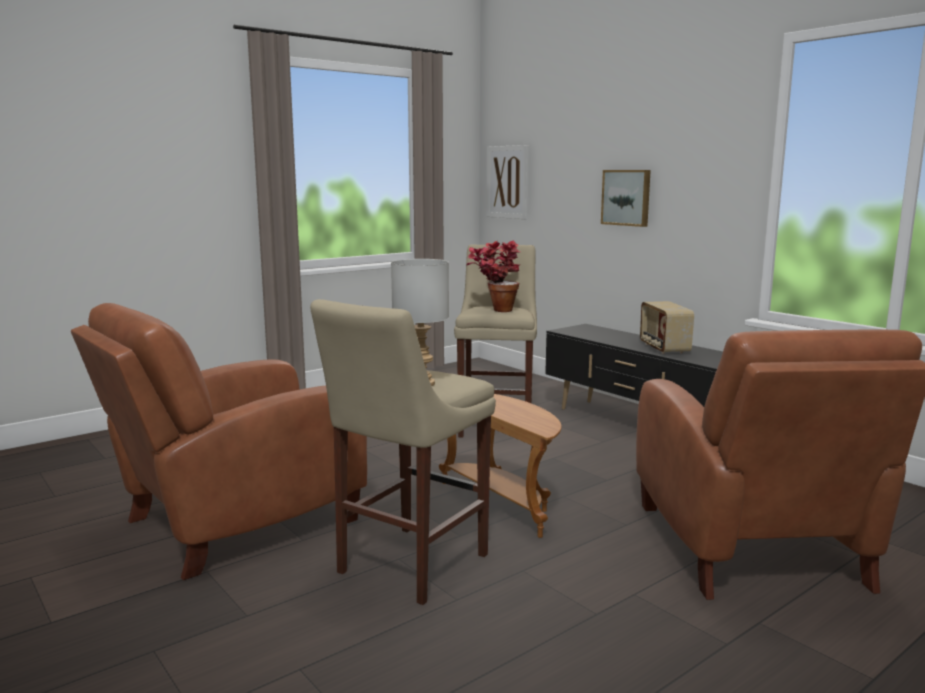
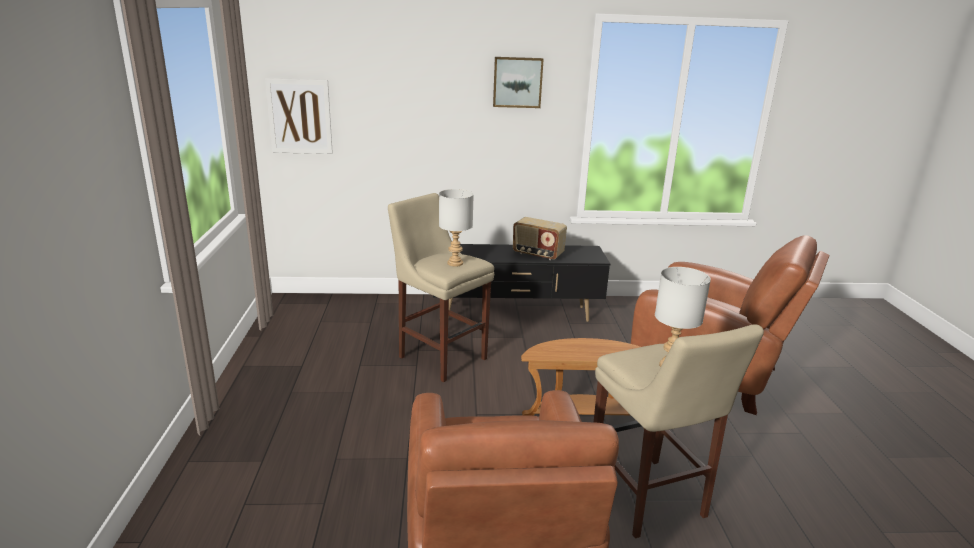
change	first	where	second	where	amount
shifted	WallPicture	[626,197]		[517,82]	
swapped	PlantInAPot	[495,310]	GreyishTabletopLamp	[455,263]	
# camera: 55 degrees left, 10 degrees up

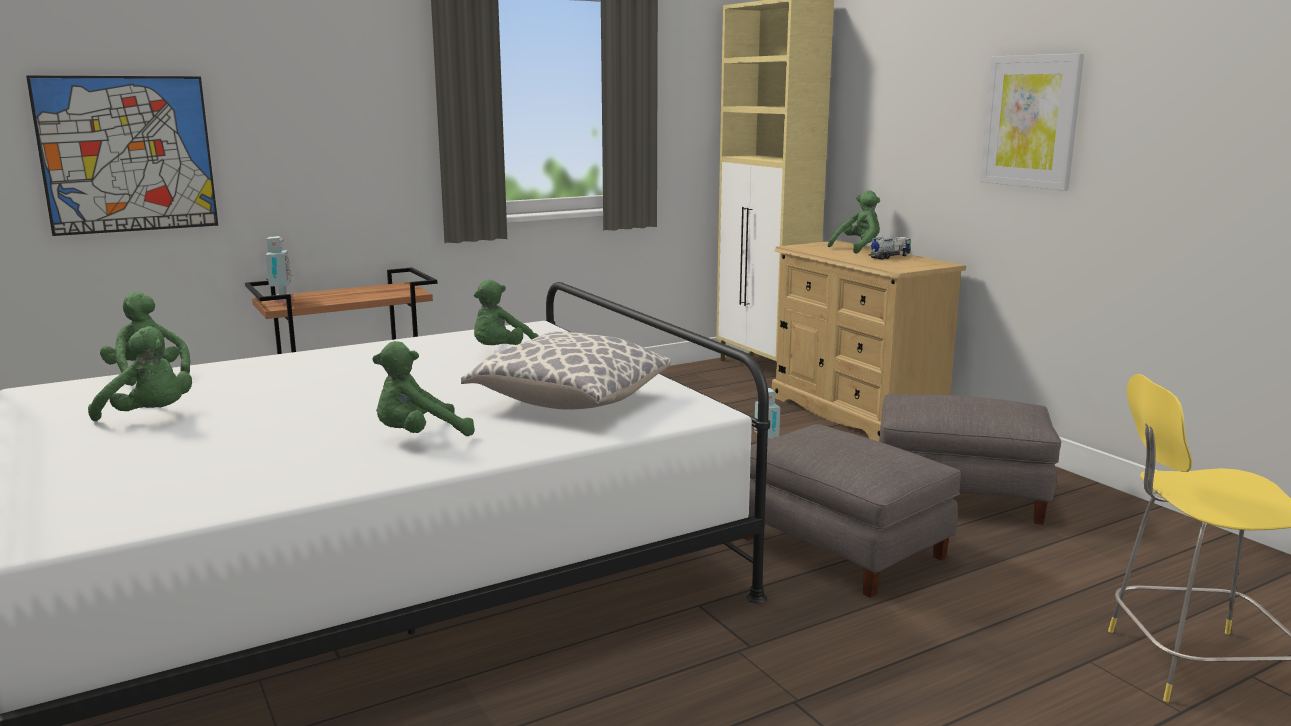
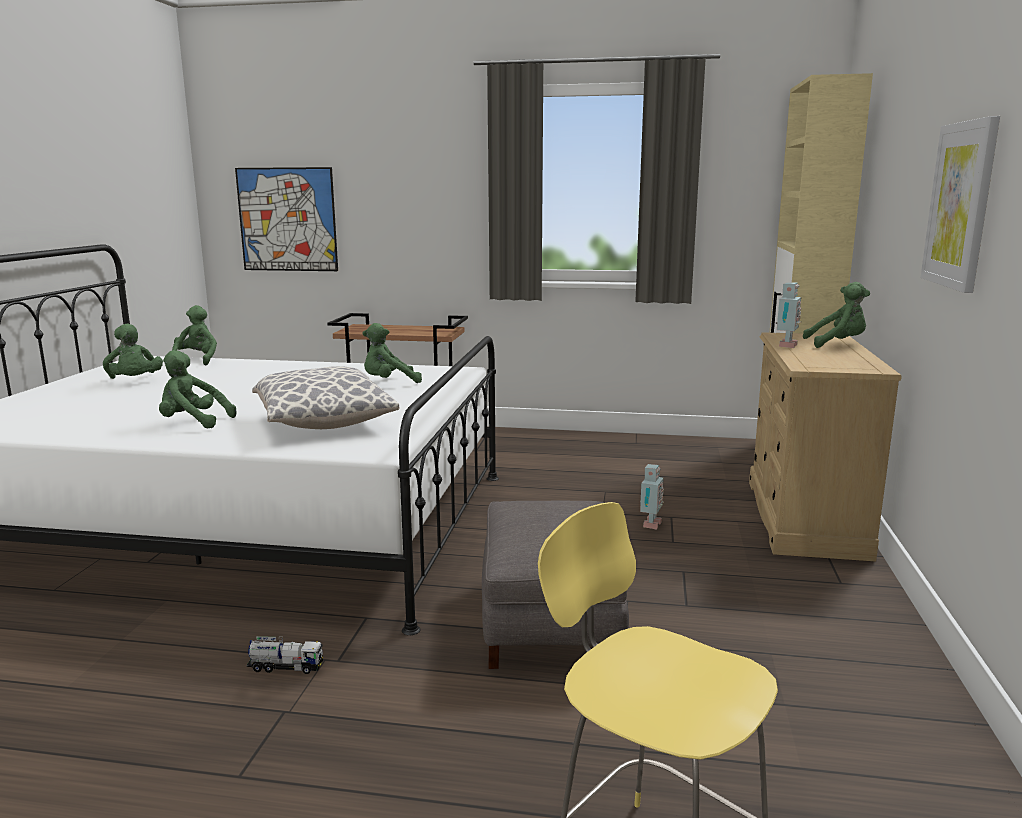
change	first	where	second	where	amount
shifted	ModelRobot	[281,301]		[785,346]	
shifted	ModelTruck	[889,257]		[286,667]	
gone	GreyishFootrest	[960,494]			
# camera: 40 degrees right, 0 degrees up

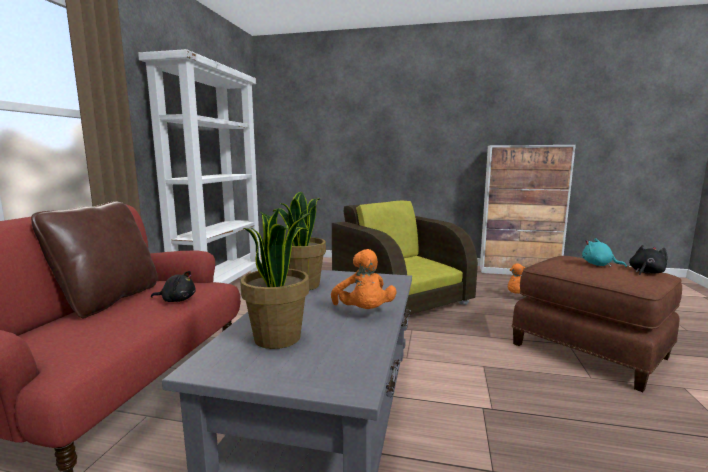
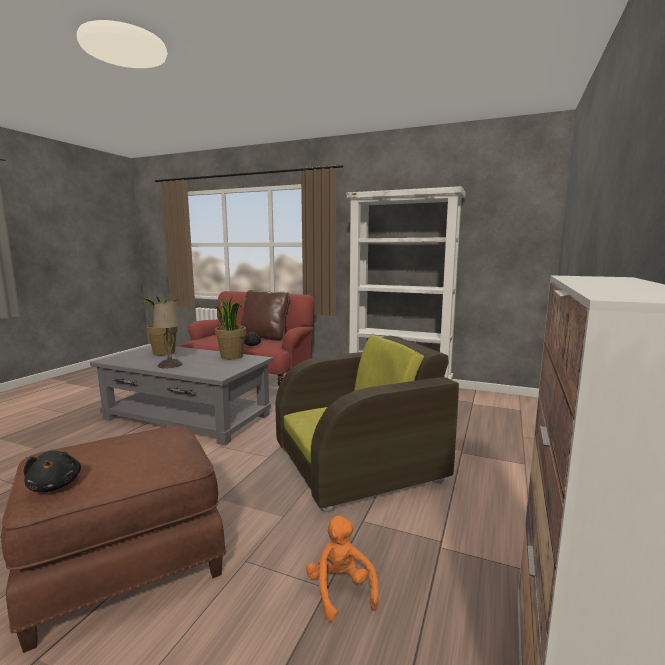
change	first	where	second	where	amount
gone	TurquoiseColouredCuddlyToy	[599,265]			
swapped	OrangeyCuddlyToy	[364,312]	BeigeColouredTabletopLamp	[169,365]	
# camera: 100 degrees right, 0 degrees up

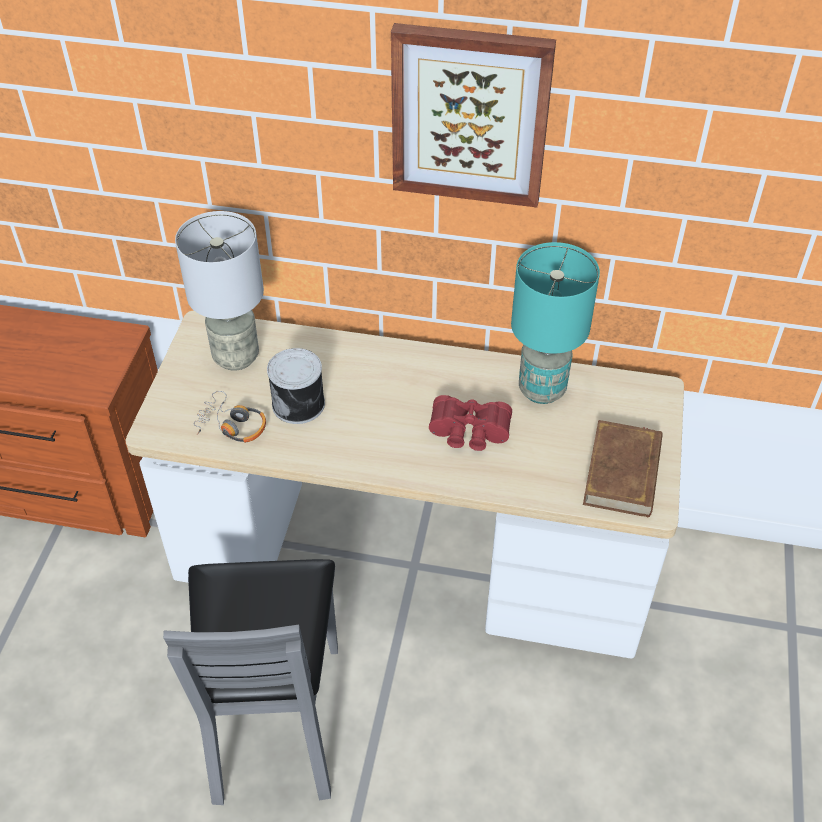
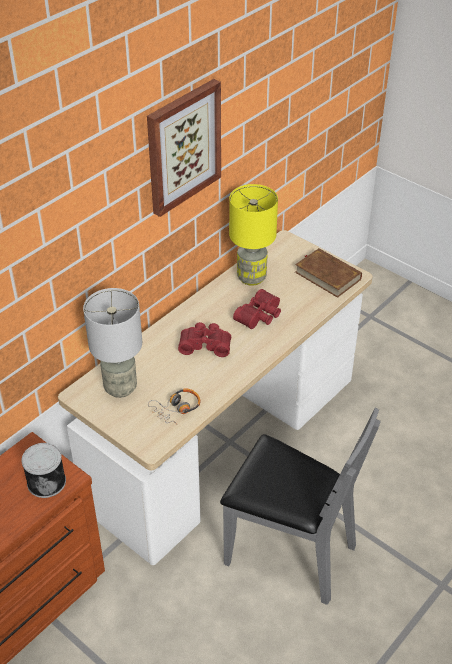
change	first	where	second	where	amount
repainted	TurquoiseColouredTabletopLamp	[543,389]	YellowColouredTabletopLamp	[251,277]	
shifted	Can	[300,403]		[46,481]	
new			RedPairOfBinoculars	[205,344]	
# camera: 60 degrees left, 5 degrees down

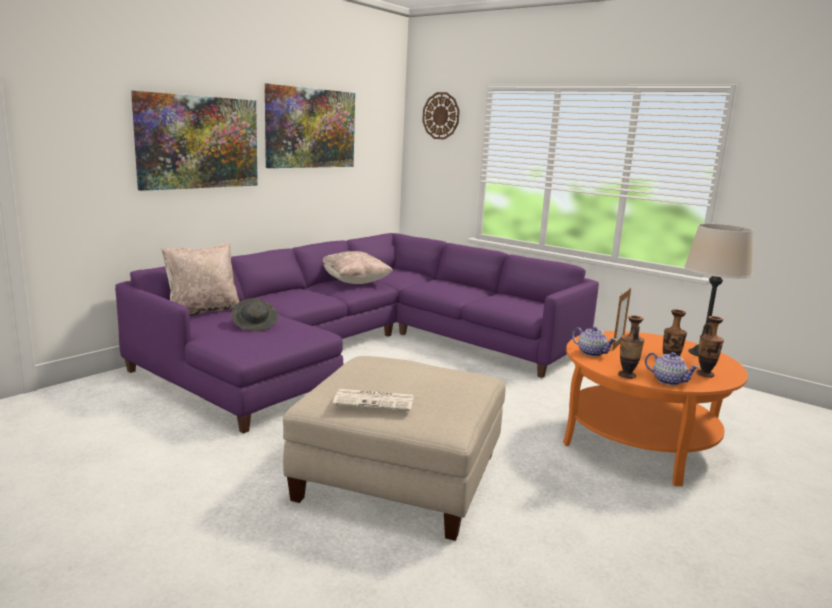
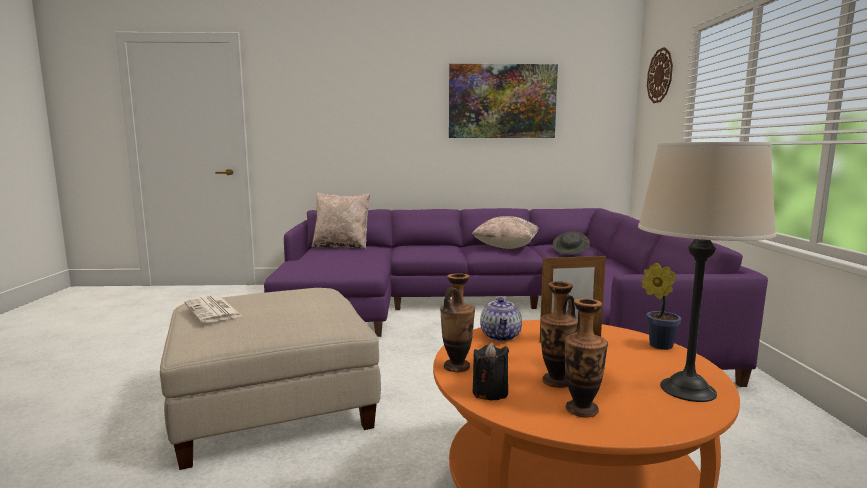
change	first	where	second	where	amount
gone	WallPicture	[198,142]			
shifted	GreyishHat	[255,325]		[570,251]	
swapped	Teapot	[669,381]	BlackColouredWaxCandle	[490,392]	
new			PlantInAPot	[657,345]	
# camera: 50 degrees right, 5 degrees down

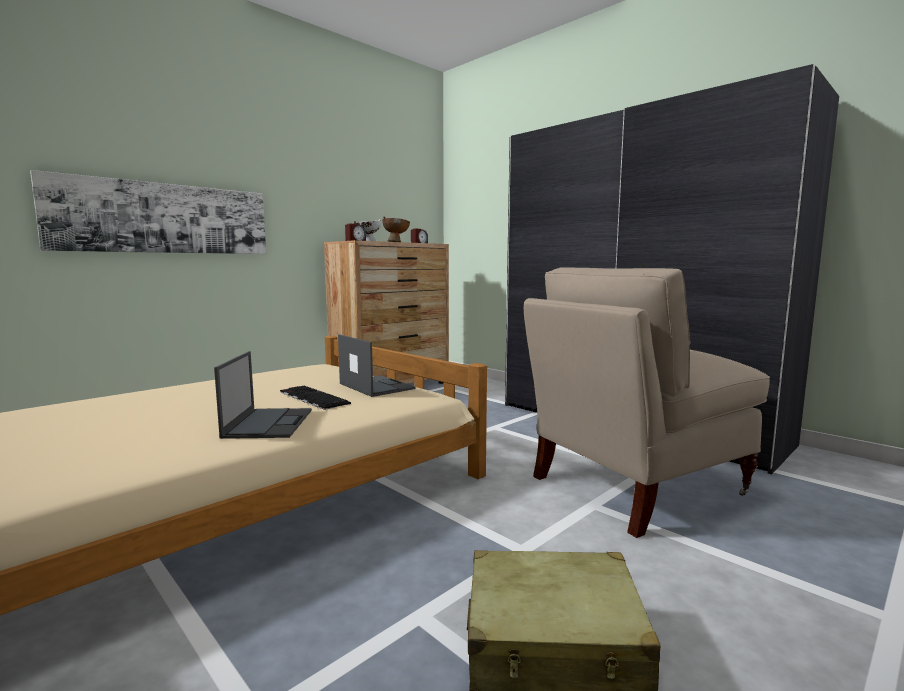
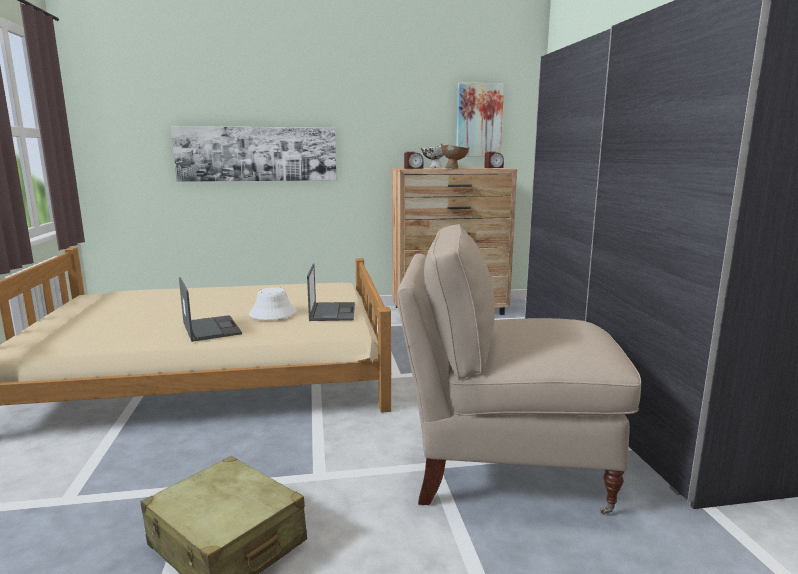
change	first	where	second	where	amount
rotated	NotebookComputer	[269,423]		[211,328]	60 degrees counterclockwise
swapped	PcKeyboard	[312,398]	WhiteColouredHat	[272,313]	
new			WallPicture	[479,120]	
# camera: 35 degrees right, 5 degrees up

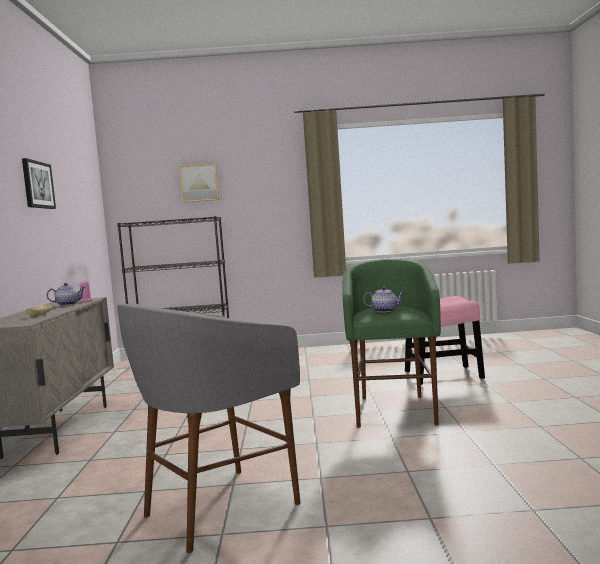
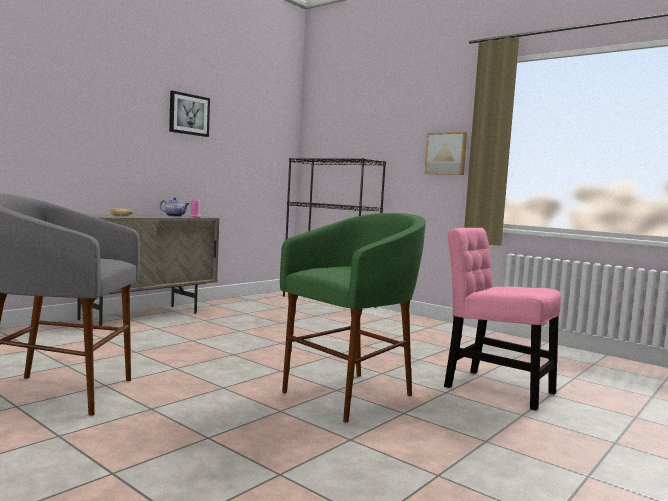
change	first	where	second	where	amount
shifted	WallPicture	[199,183]		[446,153]	
gone	Teapot	[385,311]			
# camera: 40 degrees right, 0 degrees up

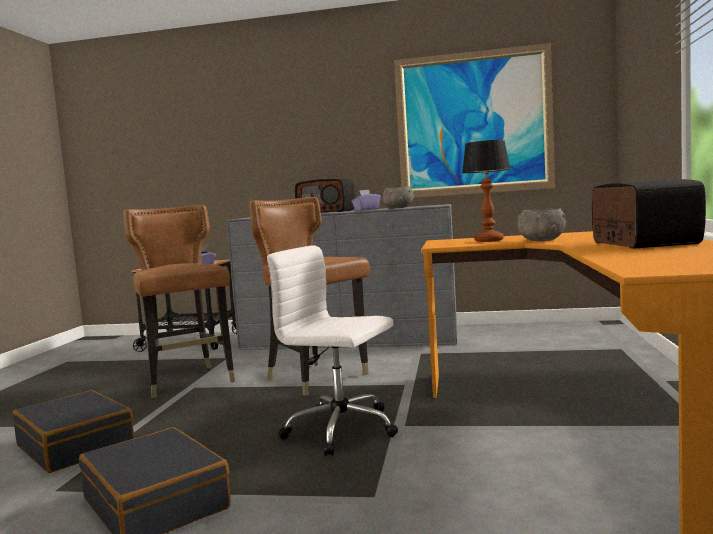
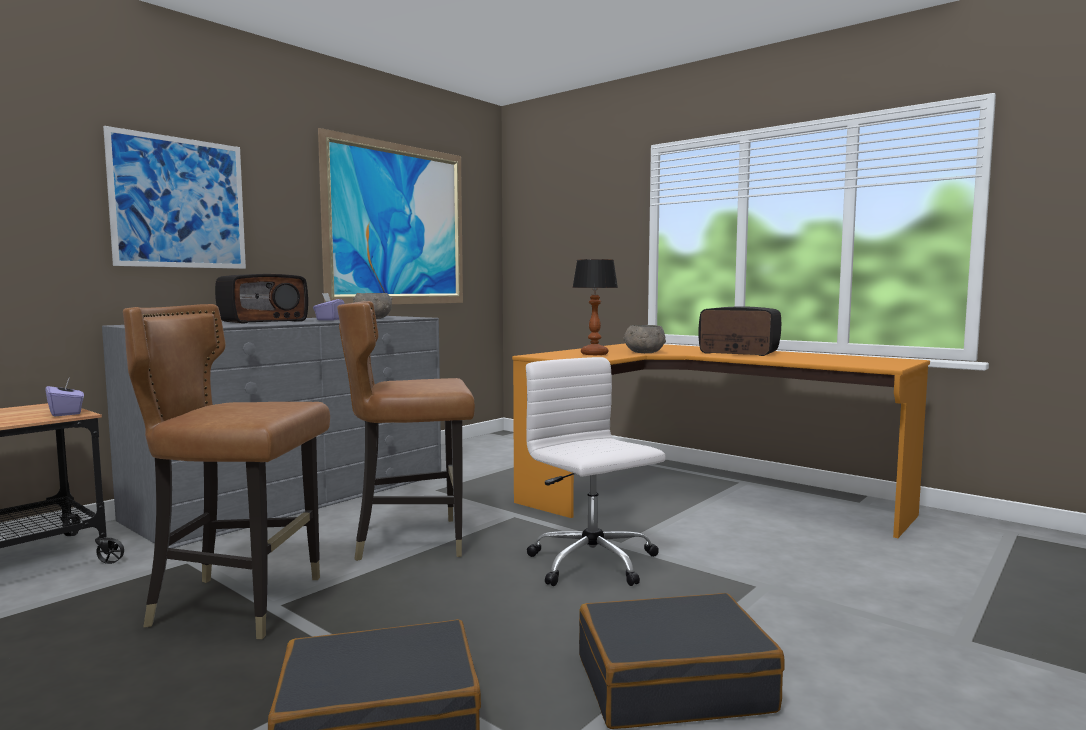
change	first	where	second	where	amount
rotated	WhiteColouredDeskChair	[343,429]		[593,564]	90 degrees clockwise
new			WallPicture	[179,203]	
# camera: 60 degrees left, 0 degrees up

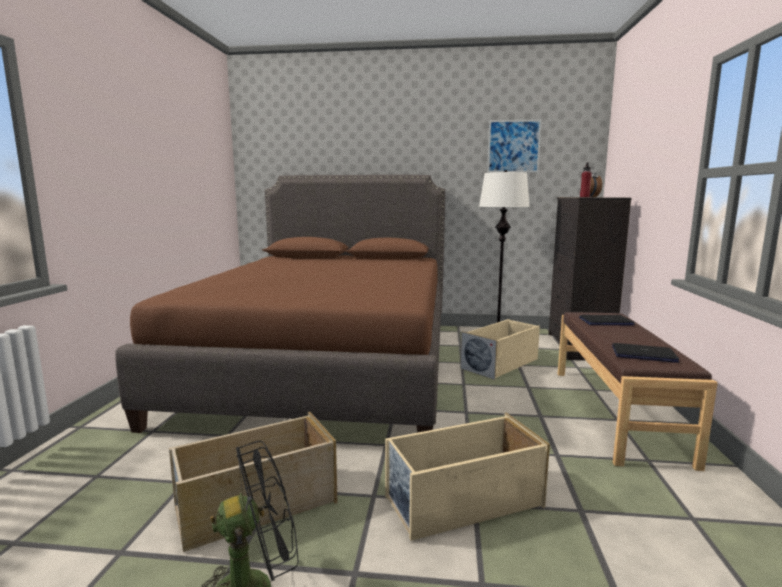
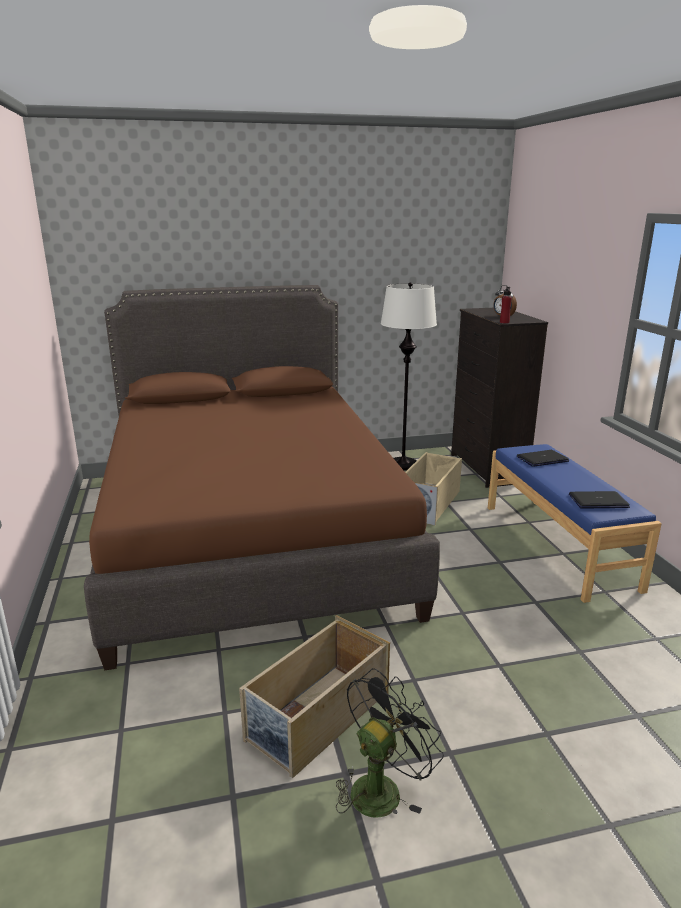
change	first	where	second	where	amount
gone	WallPicture	[513,146]			
repainted	BrownBench	[616,412]	BluishBench	[558,545]	
gone	BeigeColouredStorageContainer	[462,502]			
# camera: 20 degrees left, 10 degrees up

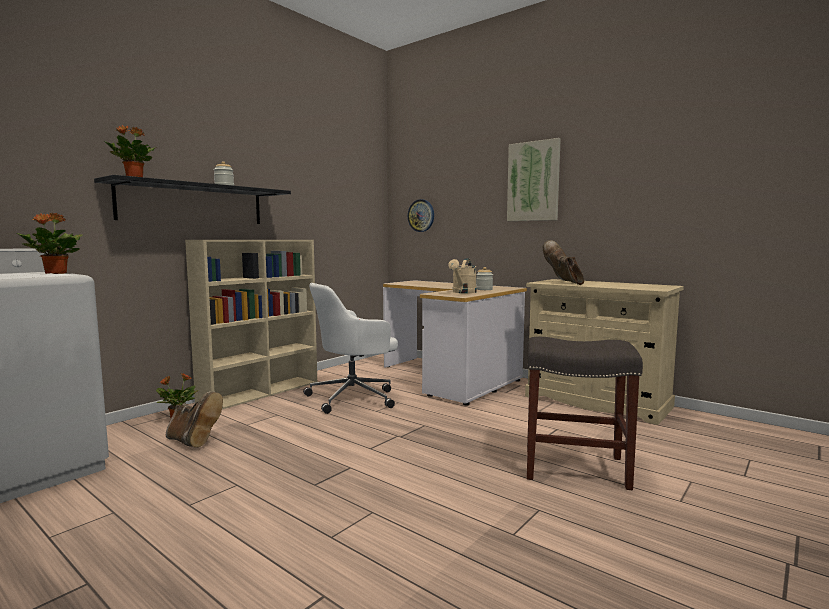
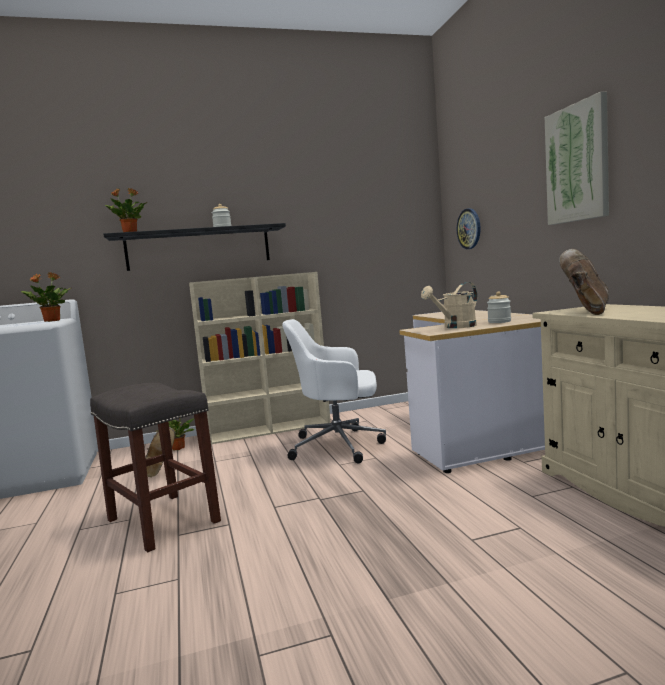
change	first	where	second	where	amount
shifted	GreyishStoolSeat	[576,467]		[164,521]	
# camera: 35 degrees right, 0 degrees up

